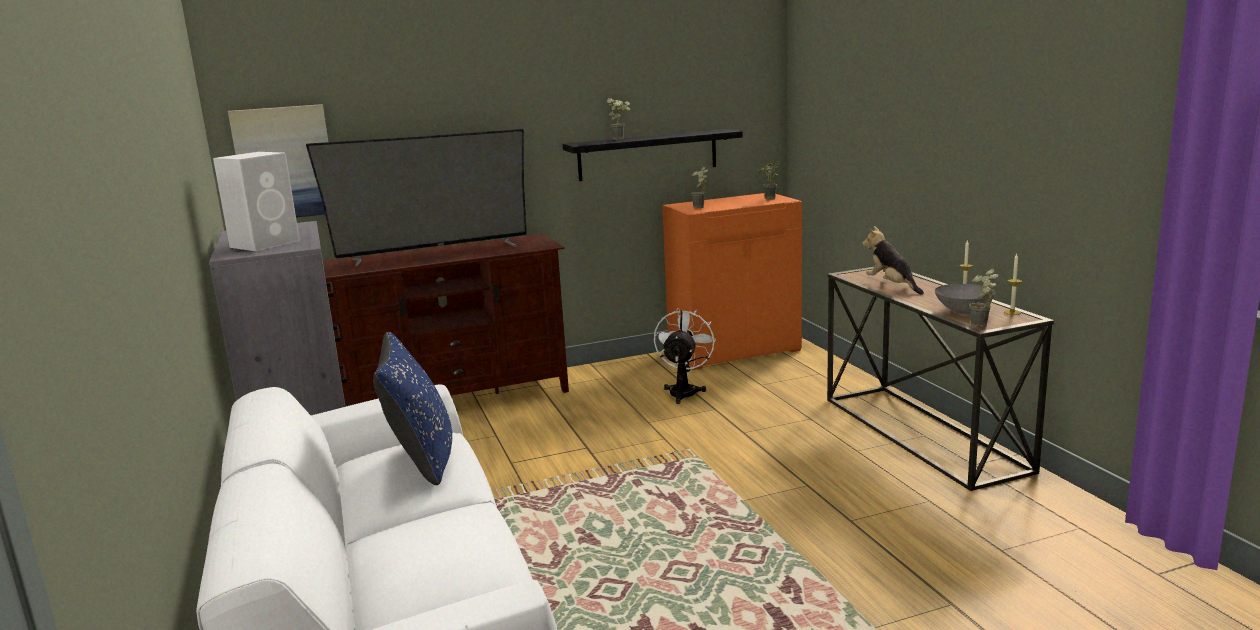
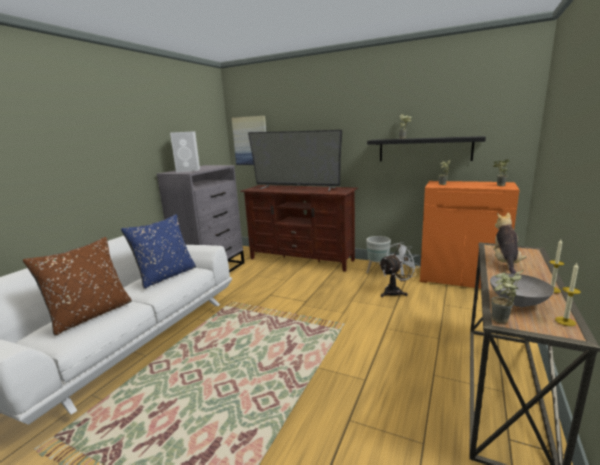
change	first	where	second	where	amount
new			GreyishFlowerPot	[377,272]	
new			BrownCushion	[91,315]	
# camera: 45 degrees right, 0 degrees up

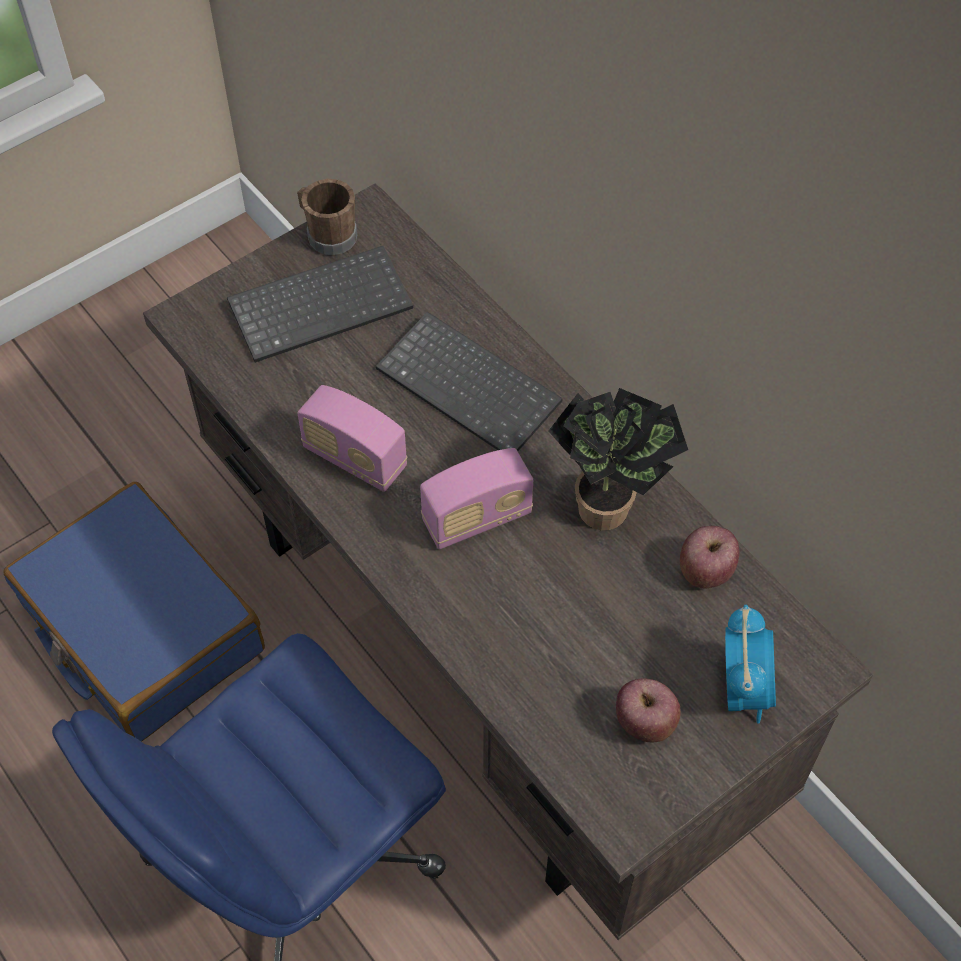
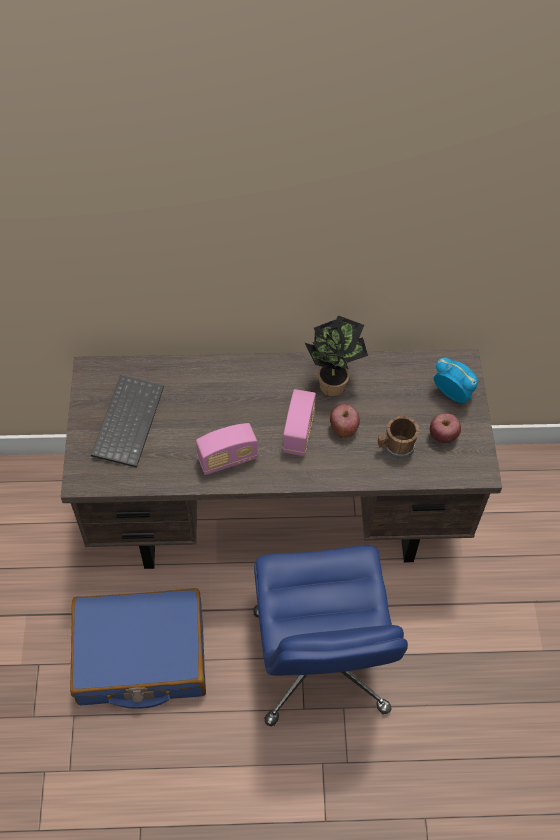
change	first	where	second	where	amount
shifted	BrownTeaMug	[328,234]		[395,448]	
gone	PcKeyboard	[472,386]			
shifted	WholeApple	[705,571]		[343,428]	
# camera: 55 degrees left, 0 degrees up

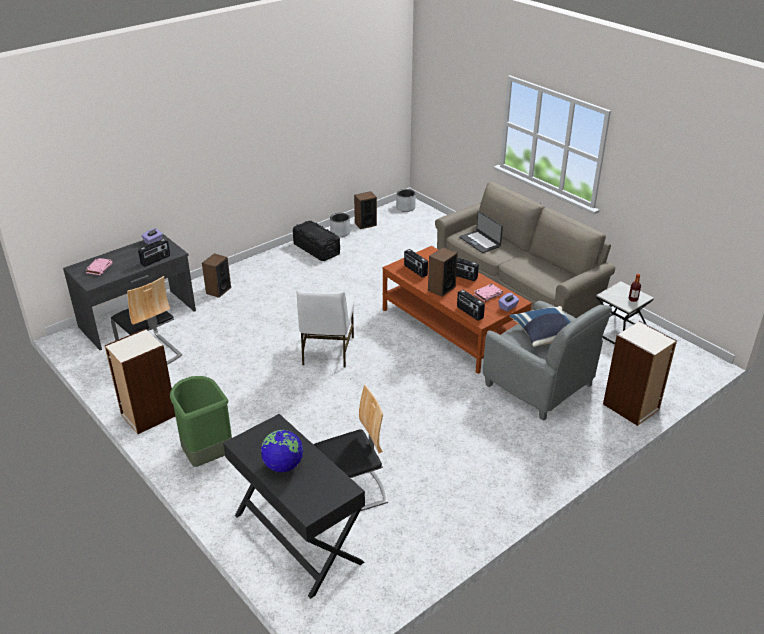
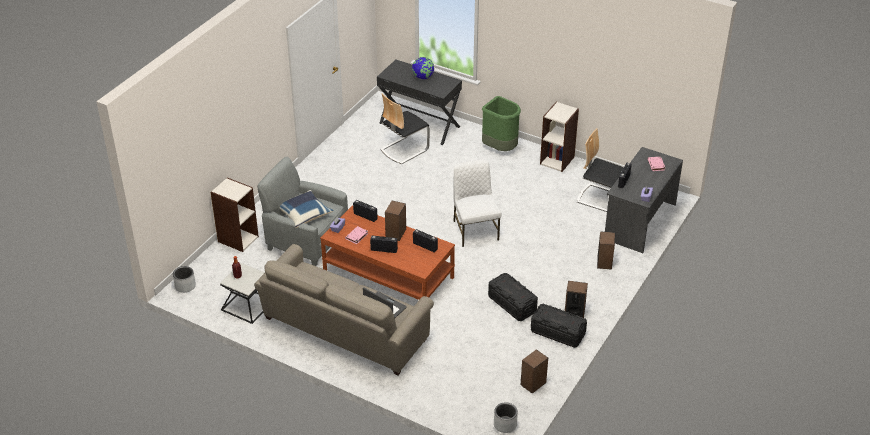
change	first	where	second	where	amount
shifted	GreyishFlowerPot	[340,233]		[185,286]	
new			BlackColouredStorageContainer	[512,304]	
new			Loudspeaker	[574,311]	
# camera: 160 degrees right, 5 degrees up

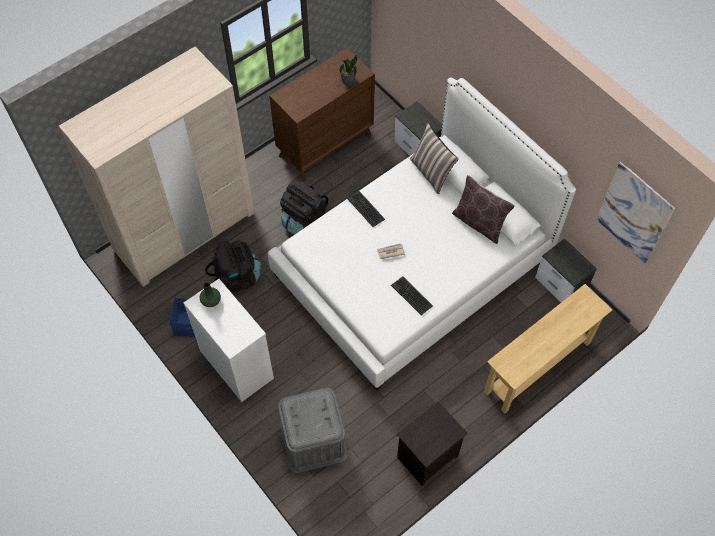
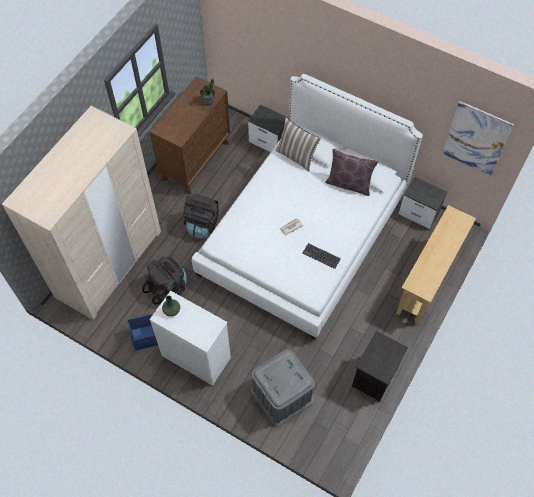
change	first	where	second	where	amount
gone	PcKeyboard	[366,209]			
# camera: 20 degrees left, 0 degrees up

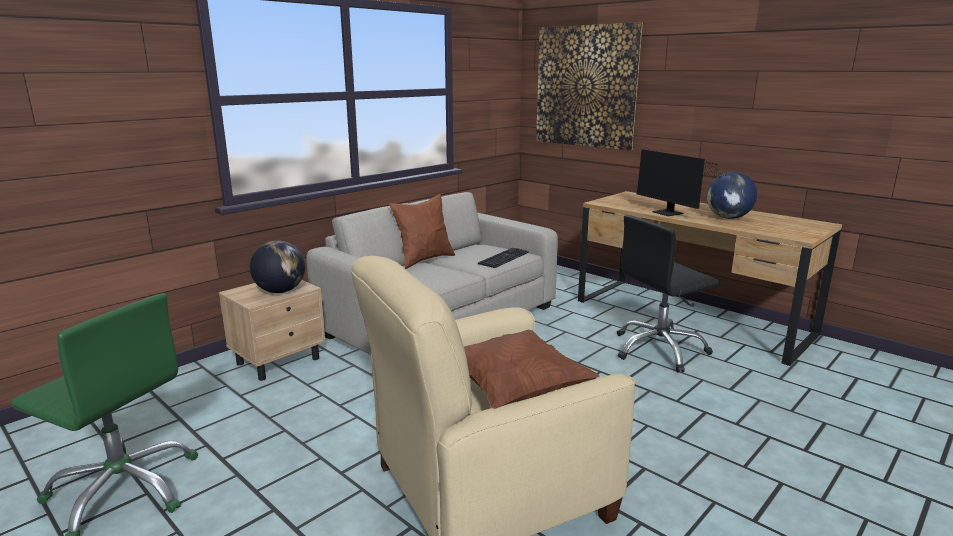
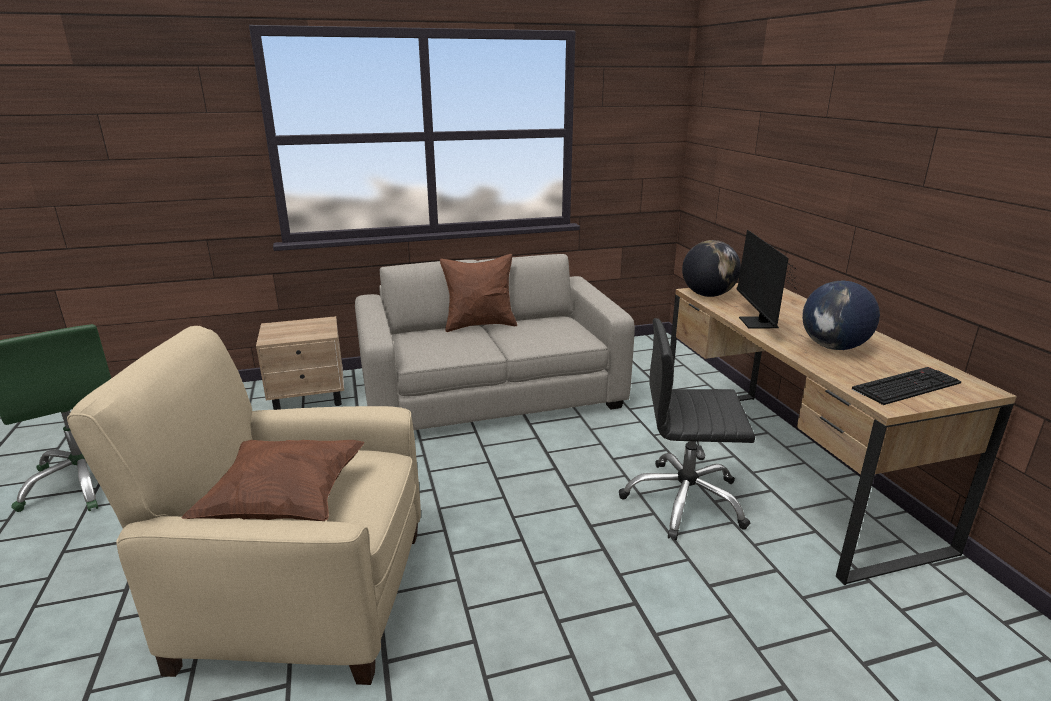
change	first	where	second	where	amount
gone	WallPicture	[585,87]			
shifted	DeskGlobe	[280,291]		[708,295]	
shifted	PcKeyboard	[503,257]		[905,385]	
# camera: 30 degrees right, 5 degrees up

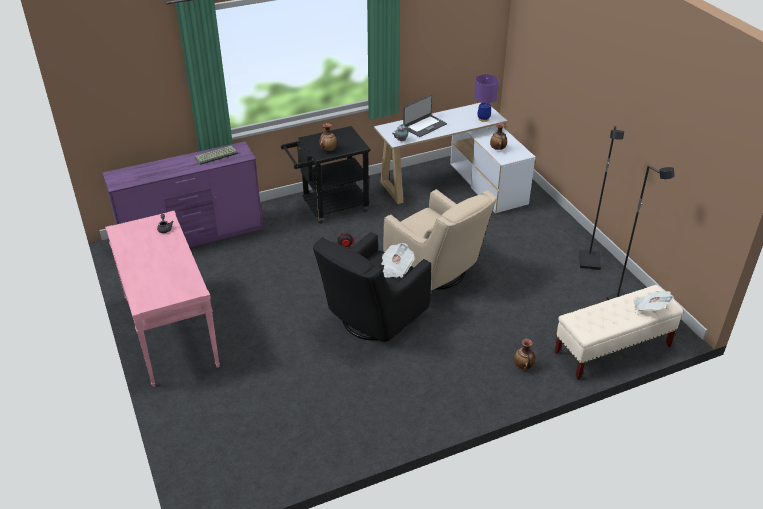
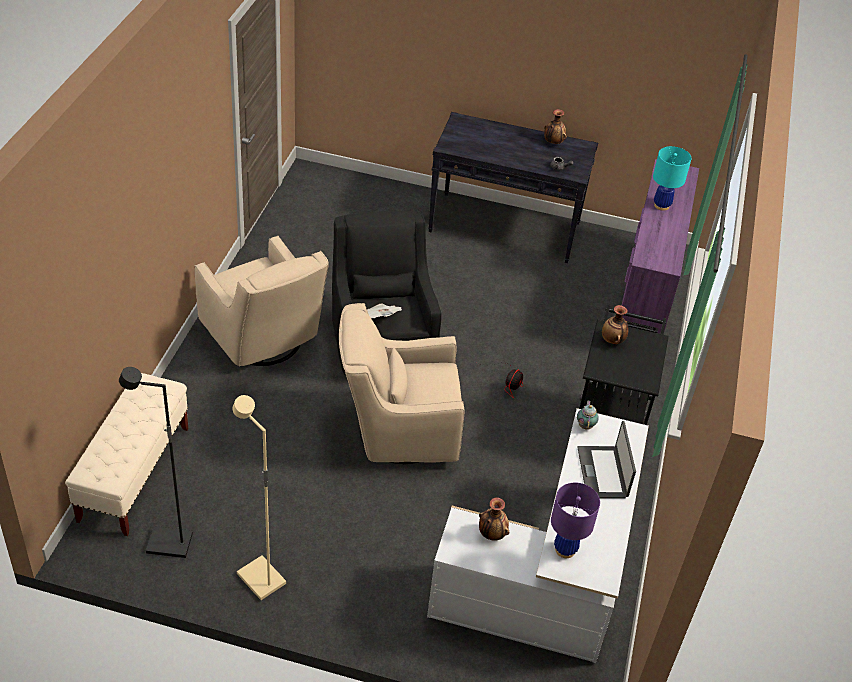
change	first	where	second	where	amount
repainted	BlackColouredStandingLamp	[590,261]	BeigeColouredStandingLamp	[260,579]	
gone	PcKeyboard	[216,155]			
repainted	PinkNarrowTable	[170,331]	BlackColouredNarrowTable	[505,227]	
gone	Newspaper	[649,308]			
shifted	DecorativeVase	[523,366]		[553,142]	
new			TurquoiseColouredTabletopLamp	[661,206]	
new			BeigeColouredLoungeChair	[264,341]	
# camera: 125 degrees right, 5 degrees up

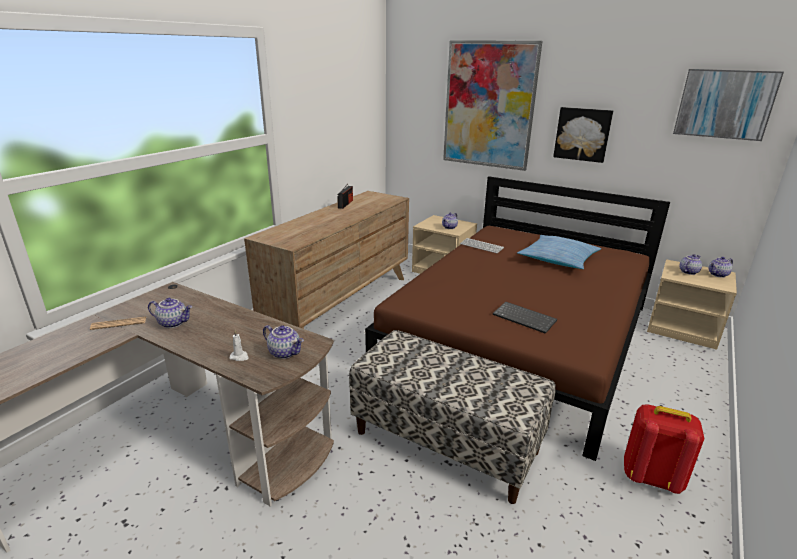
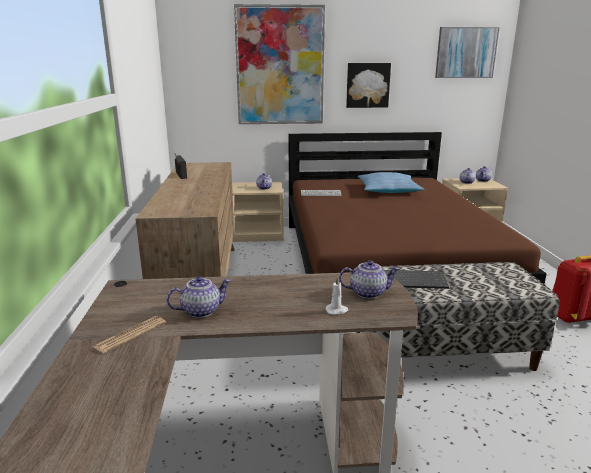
change	first	where	second	where	amount
shifted	PcKeyboard	[525,318]		[414,280]	
# camera: 35 degrees left, 5 degrees down

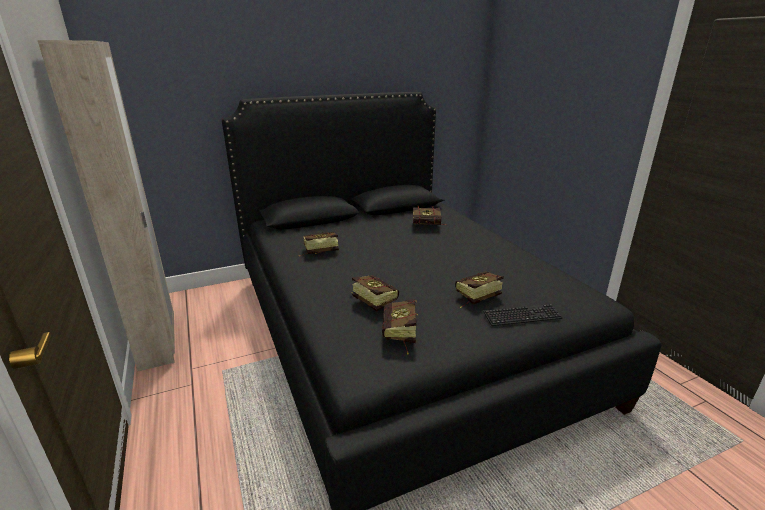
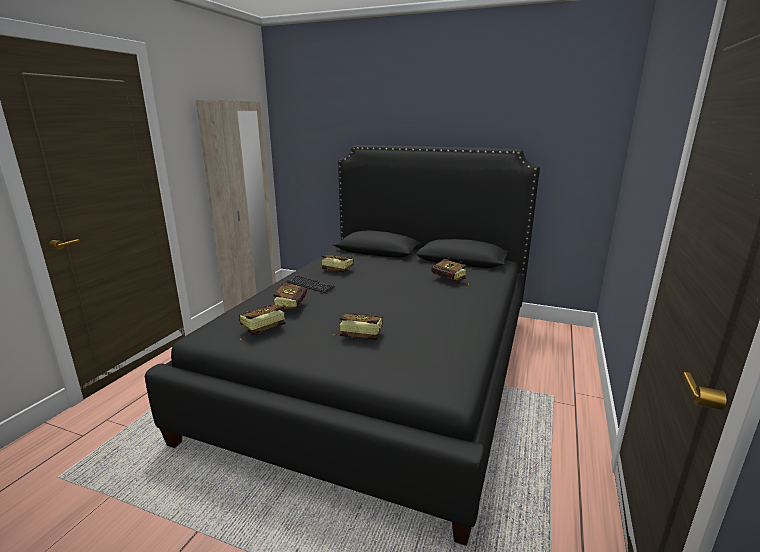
change	first	where	second	where	amount
shifted	PcKeyboard	[522,316]		[310,285]	
# camera: 45 degrees right, 5 degrees down

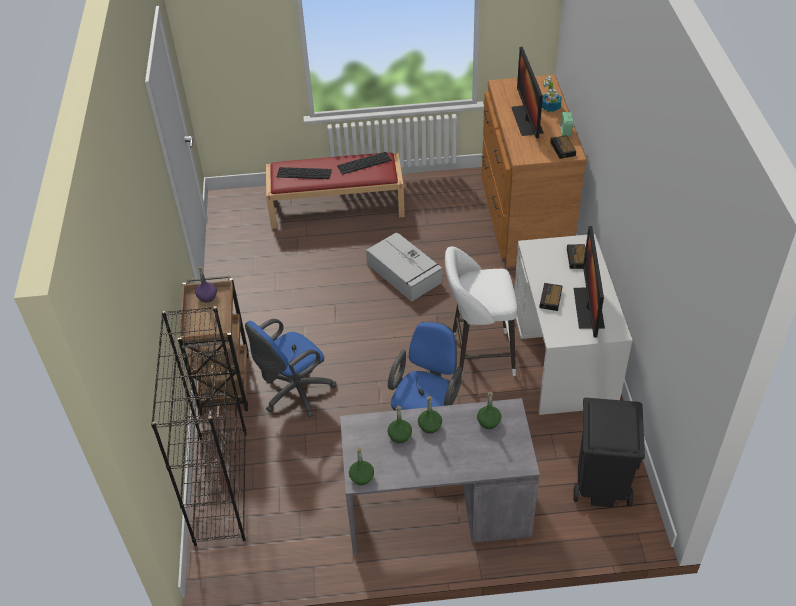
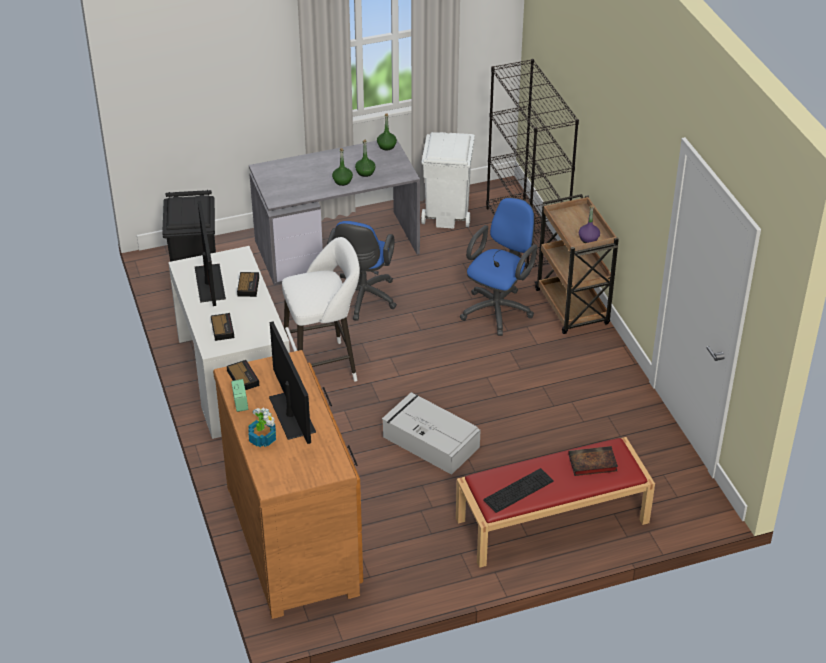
change	first	where	second	where	amount
swapped	PcKeyboard	[304,173]	Volume	[591,463]	
gone	GreenBeverageBottle	[488,421]			
new			WhiteColouredRubbishBin	[446,214]	
# camera: 165 degrees right, 5 degrees down

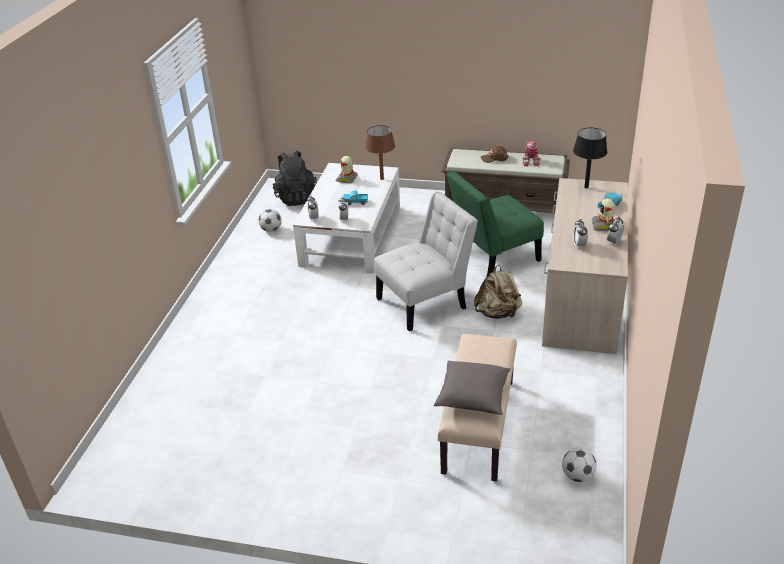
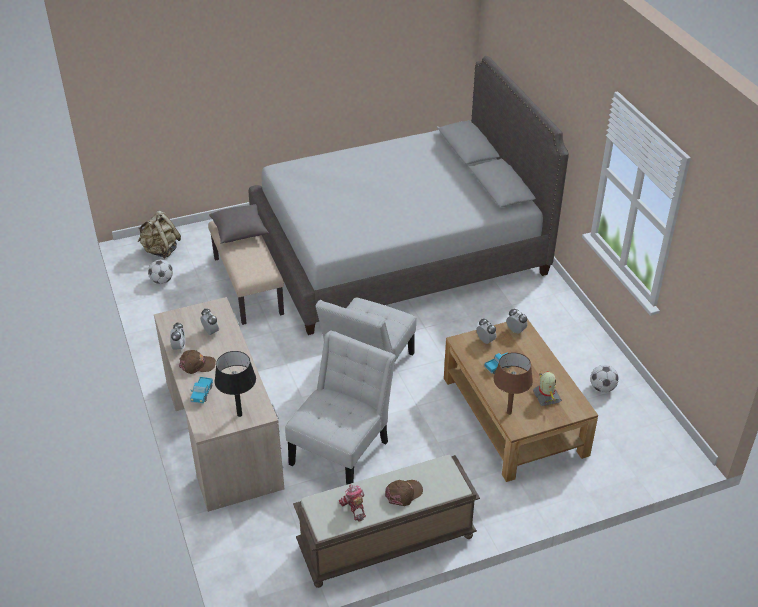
change	first	where	second	where	amount
gone	BlackColouredRucksack	[296,197]			
repainted	WhiteColouredCoffeeTable	[351,236]	BrownCoffeeTable	[513,415]	
repainted	GreenUprightChair	[493,257]	WhiteColouredUprightChair	[342,449]	
swapped	ModelRobot	[604,225]	BrownBaseballCap	[197,365]	
shifted	BeigeColouredRucksack	[498,313]		[161,250]	
new			GreyishBedroomBed	[399,250]	
# camera: 145 degrees right, 5 degrees up

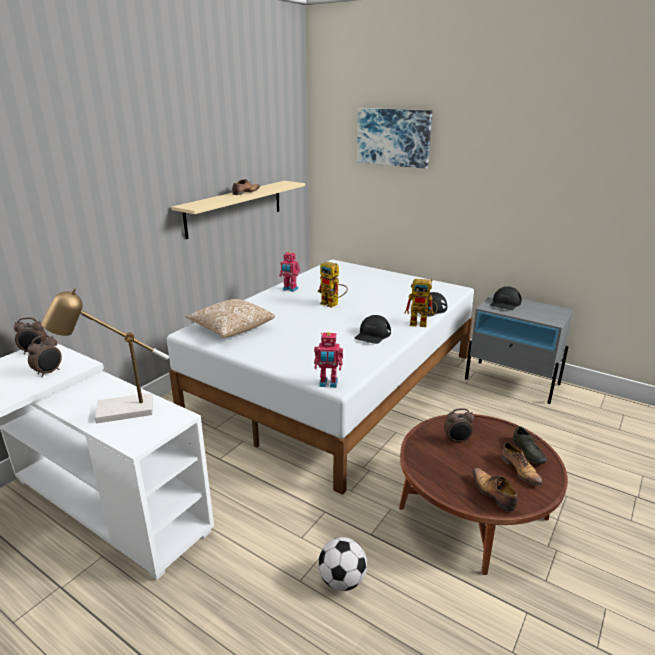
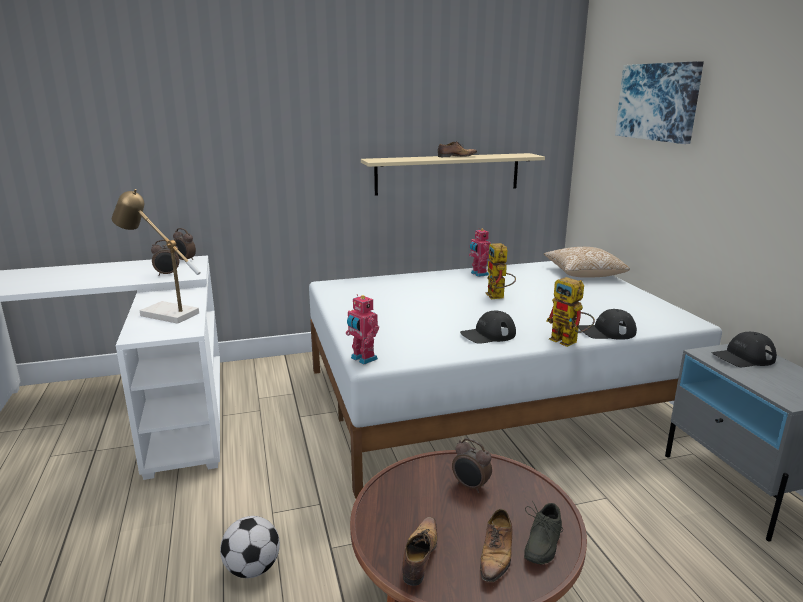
change	first	where	second	where	amount
shifted	Cushion	[231,328]		[584,274]	
# camera: 40 degrees right, 5 degrees down

